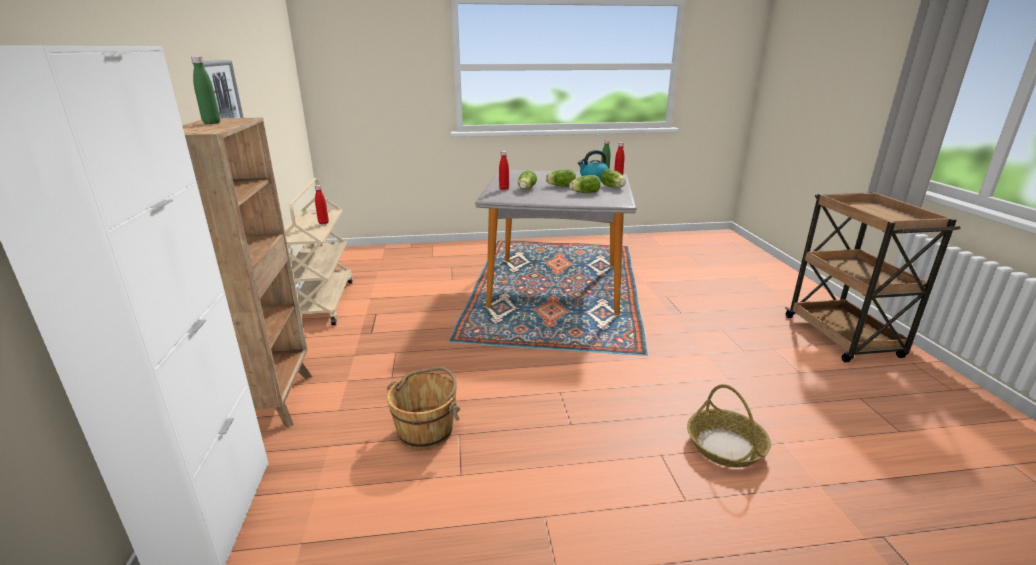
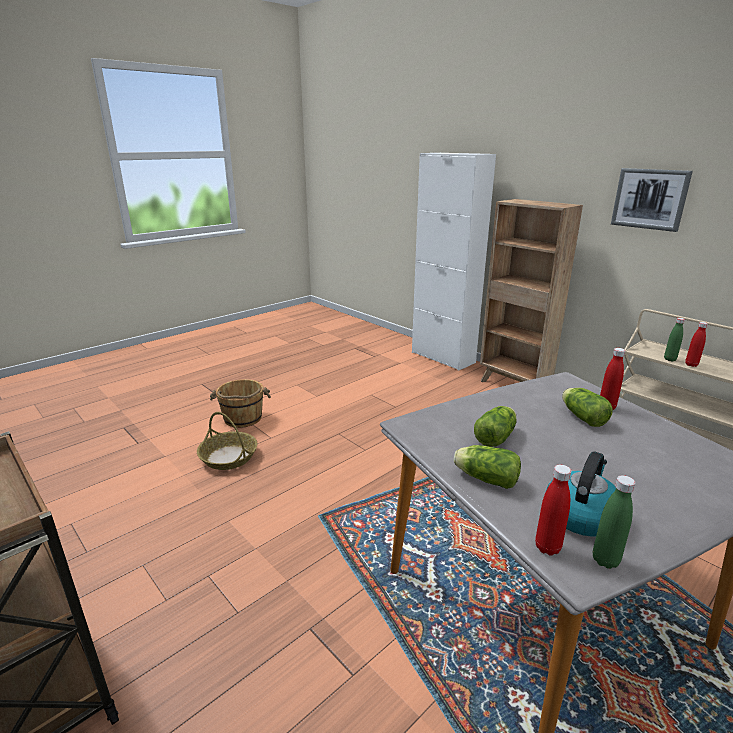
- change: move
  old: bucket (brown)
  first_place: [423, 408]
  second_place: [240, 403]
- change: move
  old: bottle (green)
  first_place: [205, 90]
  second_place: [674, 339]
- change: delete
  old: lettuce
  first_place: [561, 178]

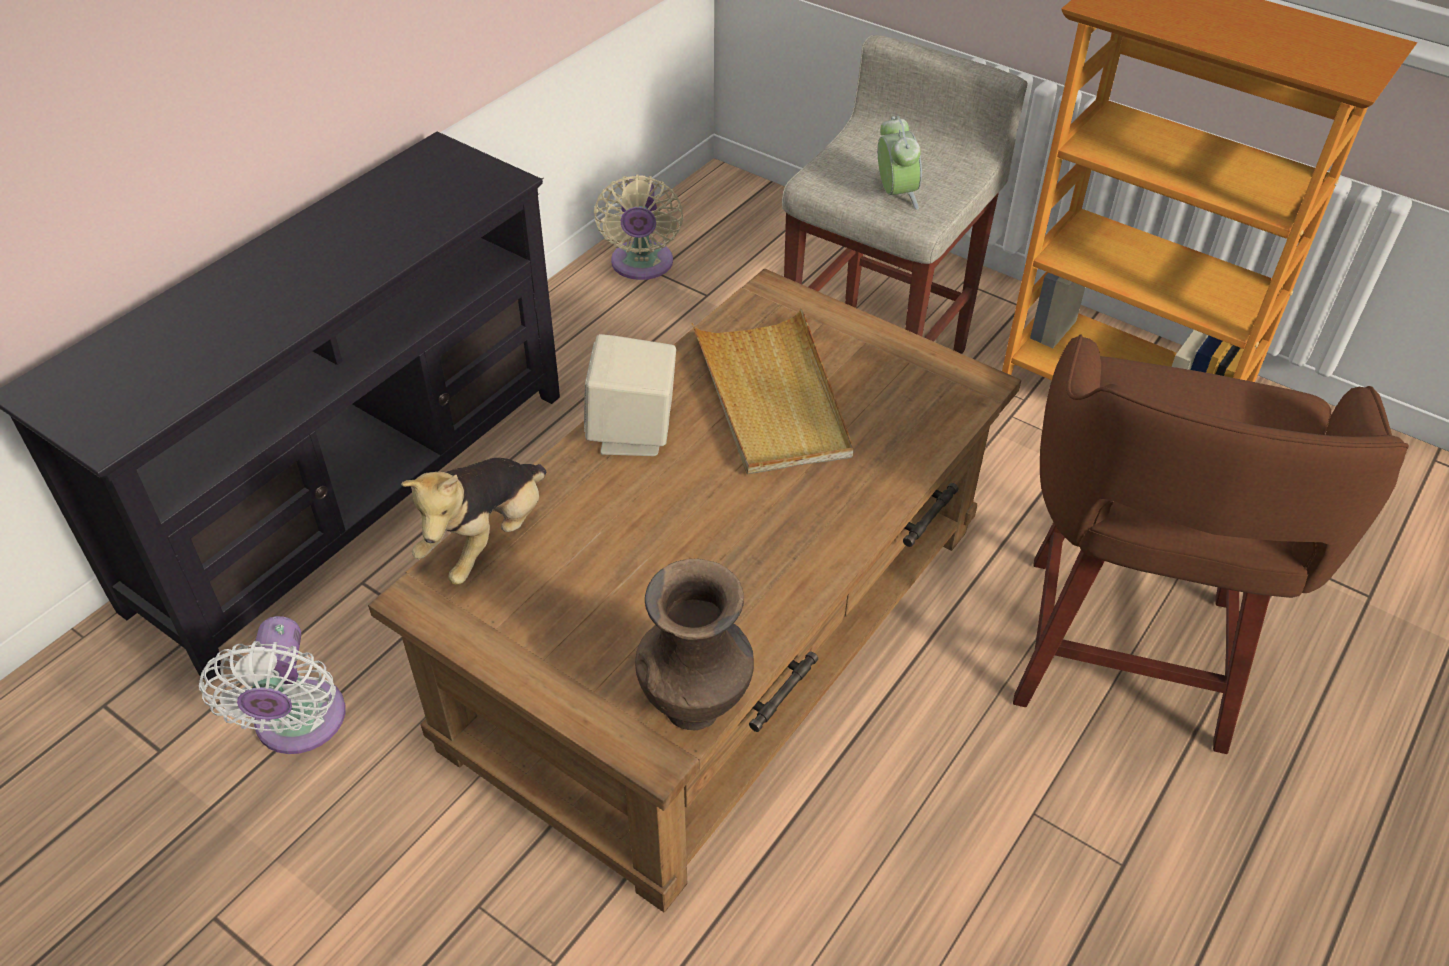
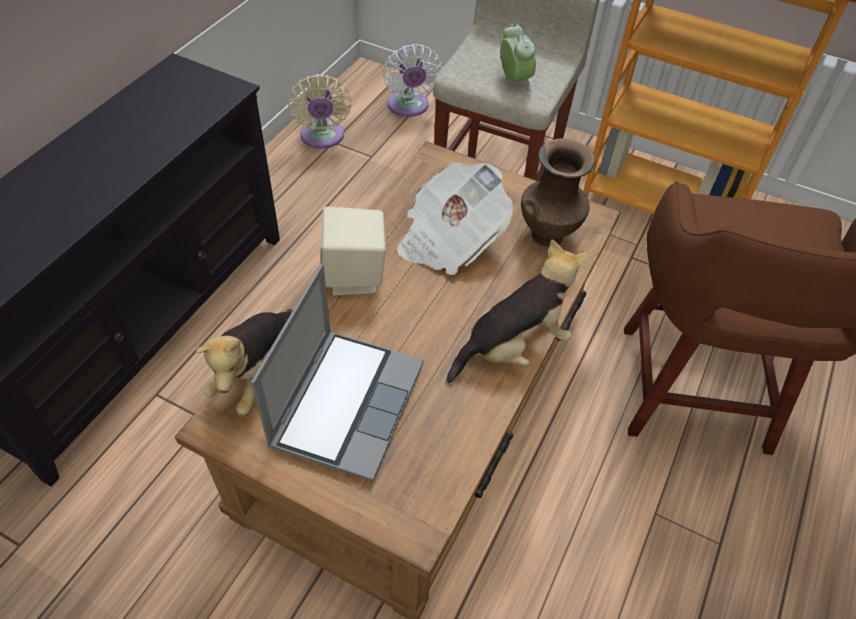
- change: insert
  new: laptop
  second_place: [337, 373]
- change: move
  old: fan (white)
  first_place: [272, 685]
  second_place: [412, 80]
- change: replace
  old: tray (beige)
  new: newspaper
  first_place: [772, 391]
  second_place: [455, 218]
- change: insert
  new: plush toy
  second_place: [517, 311]
- change: move
  old: vase (brown)
  first_place: [694, 644]
  second_place: [558, 192]

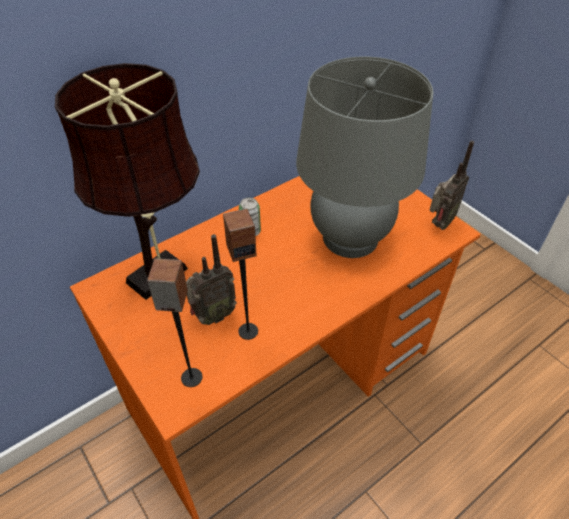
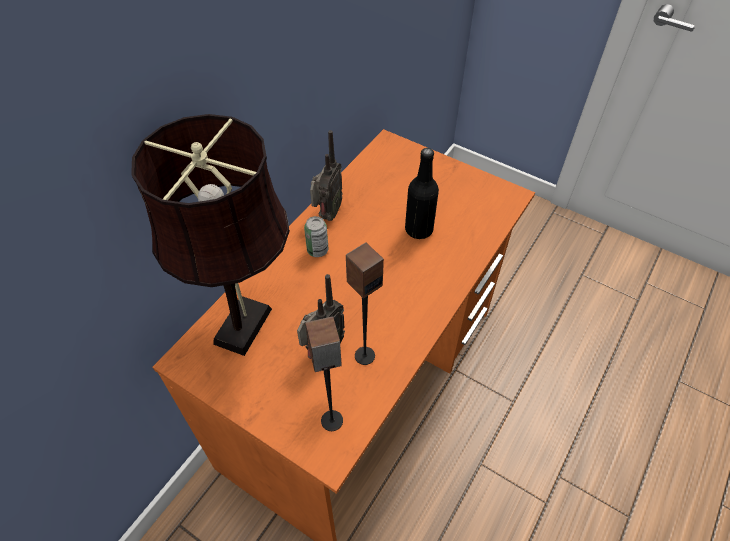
- change: move
  old: radio
  first_place: [451, 185]
  second_place: [326, 175]
- change: replace
  old: table lamp (grey)
  new: bottle (black)
  first_place: [364, 157]
  second_place: [422, 193]

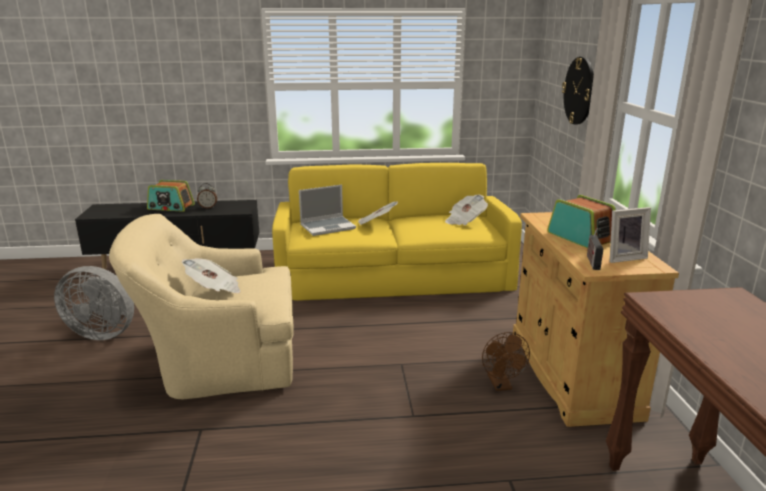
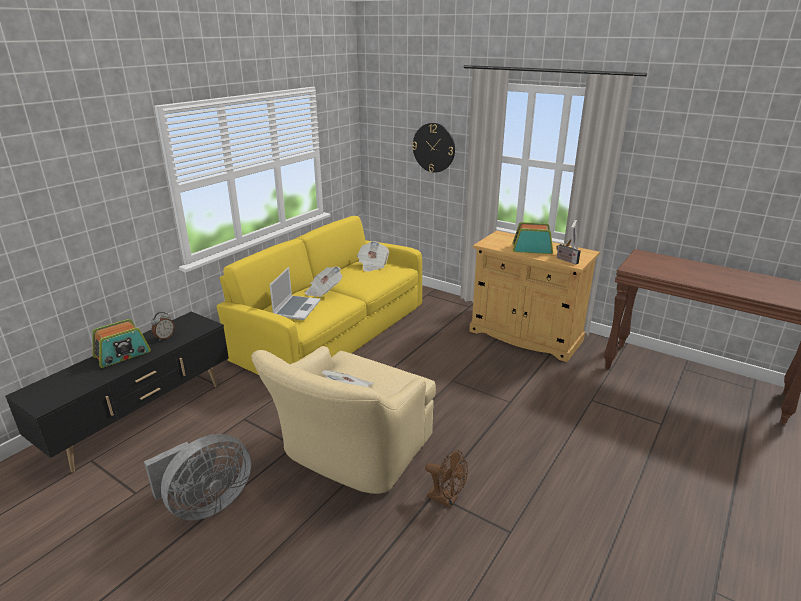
- change: move
  old: fan (brown)
  first_place: [506, 361]
  second_place: [446, 479]

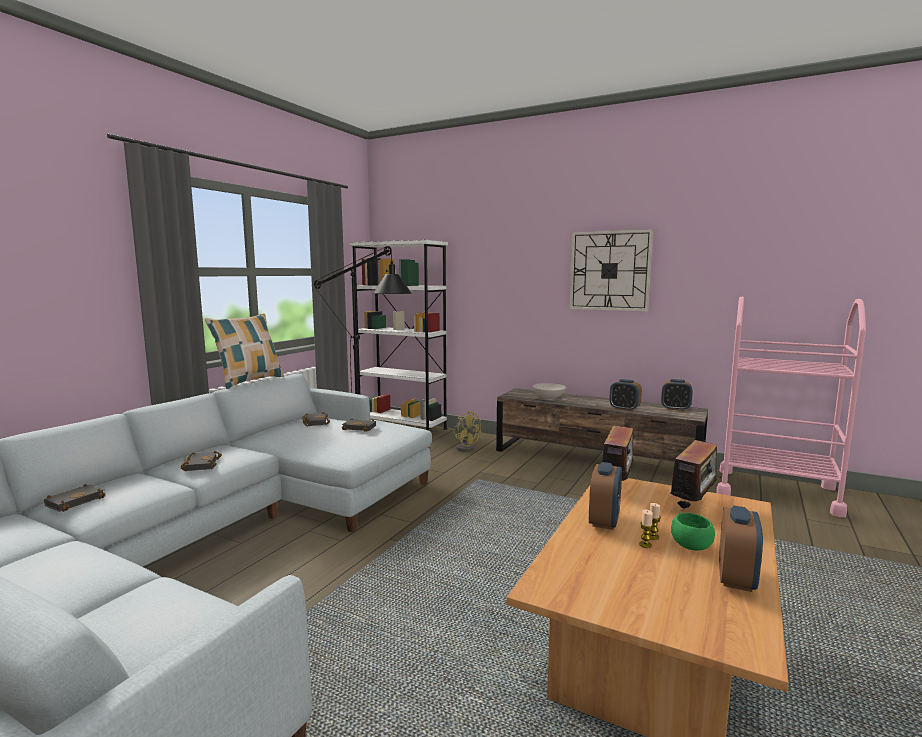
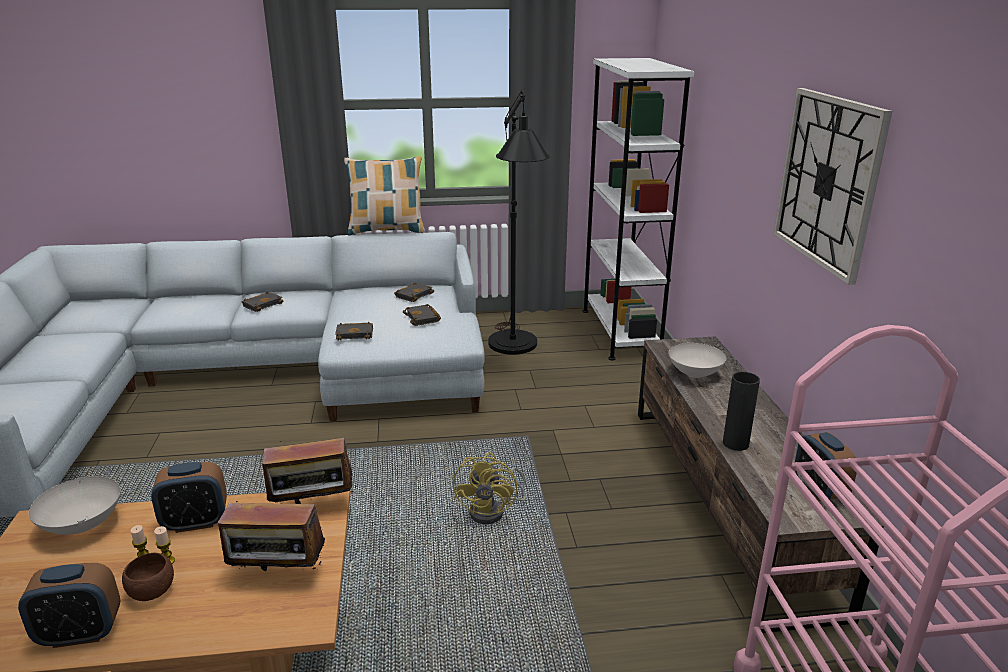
- change: insert
  new: bowl (white)
  second_place: [75, 505]
- change: recolor
  old: bowl (green)
  new: bowl (brown)
  first_place: [693, 532]
  second_place: [148, 577]
- change: move
  old: book (black)
  first_place: [75, 498]
  second_place: [354, 331]
- change: move
  old: fan (yellow)
  first_place: [467, 431]
  second_place: [489, 488]
- change: replace
  old: alarm clock
  new: vase (black)
  first_place: [625, 395]
  second_place: [741, 411]

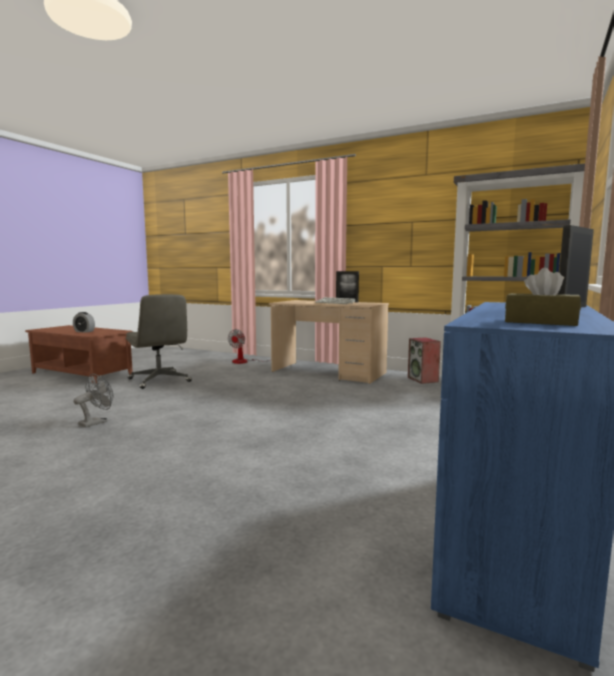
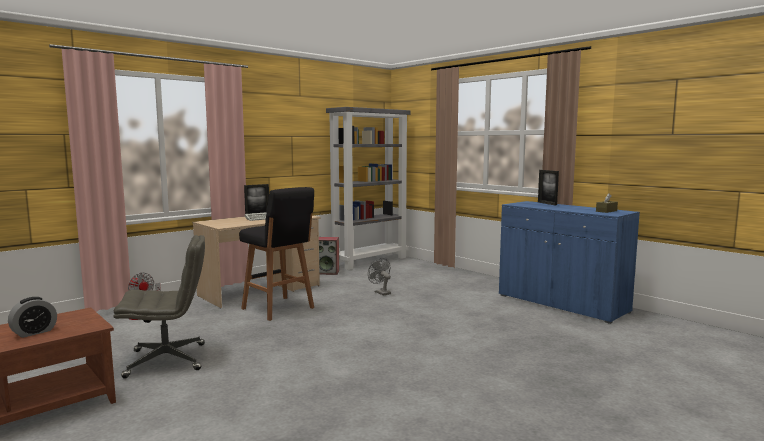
- change: insert
  new: stool (black)
  second_place: [276, 254]
- change: move
  old: fan (grey)
  first_place: [93, 401]
  second_place: [379, 277]

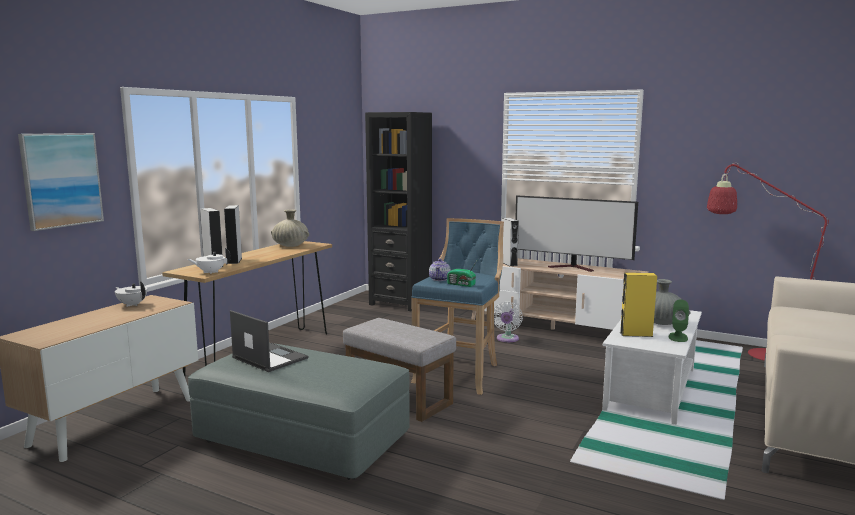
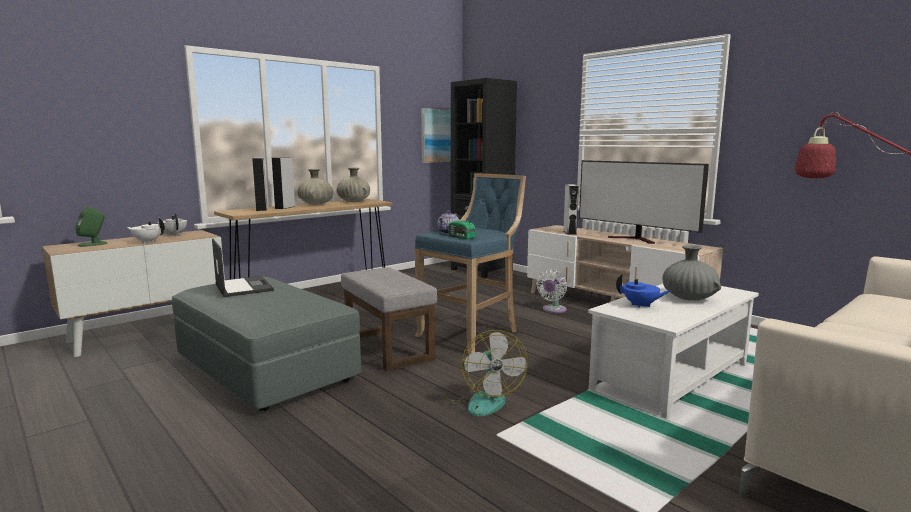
- change: move
  old: speaker (green)
  first_place: [679, 320]
  second_place: [91, 226]
- change: move
  old: teapot (white)
  first_place: [209, 261]
  second_place: [146, 230]
- change: insert
  new: vase (beige)
  second_place: [315, 187]
- change: move
  old: picture
  first_place: [61, 182]
  second_place: [436, 135]
- change: insert
  new: fan
  second_place: [486, 373]
- change: replace
  old: speaker (yellow)
  new: teapot (blue)
  first_place: [638, 305]
  second_place: [643, 291]

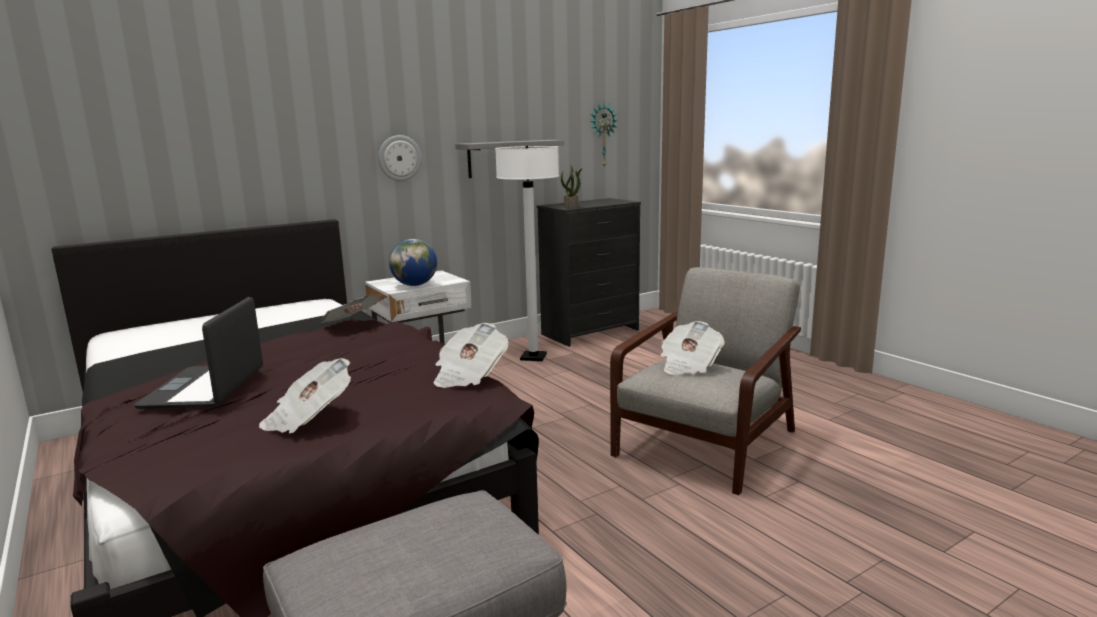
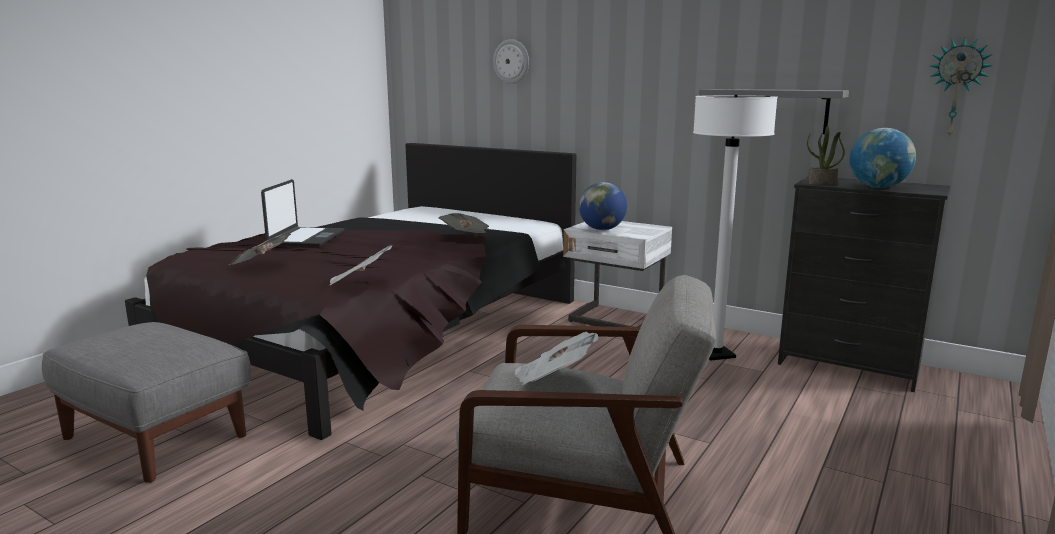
- change: rotate
  old: laptop
  first_place: [198, 353]
  second_place: [302, 213]
  degrees: 120
- change: move
  old: wall clock
  first_place: [400, 158]
  second_place: [511, 61]
- change: insert
  new: globe
  second_place: [882, 158]

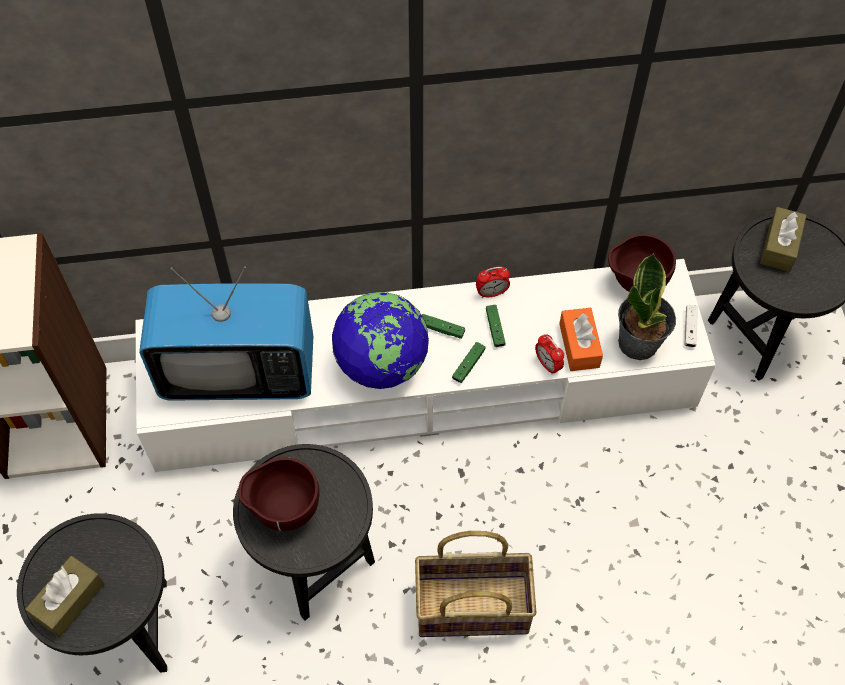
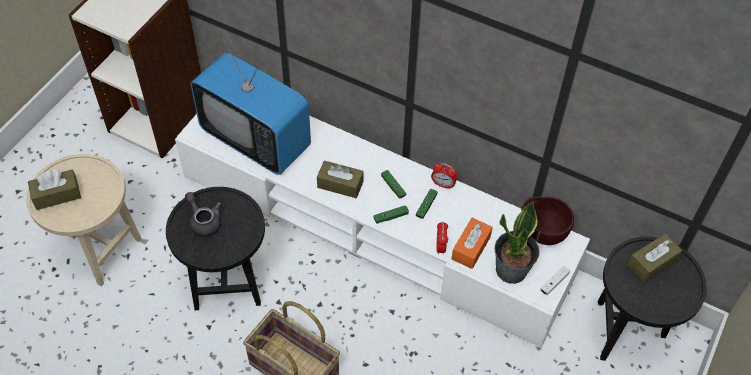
- change: recolor
  old: side table (black)
  new: side table (beige)
  first_place: [92, 593]
  second_place: [84, 220]
- change: replace
  old: bowl (brown)
  new: teapot (grey)
  first_place: [278, 494]
  second_place: [203, 214]
- change: replace
  old: globe
  new: tissue box (brown)
  first_place: [380, 340]
  second_place: [340, 179]

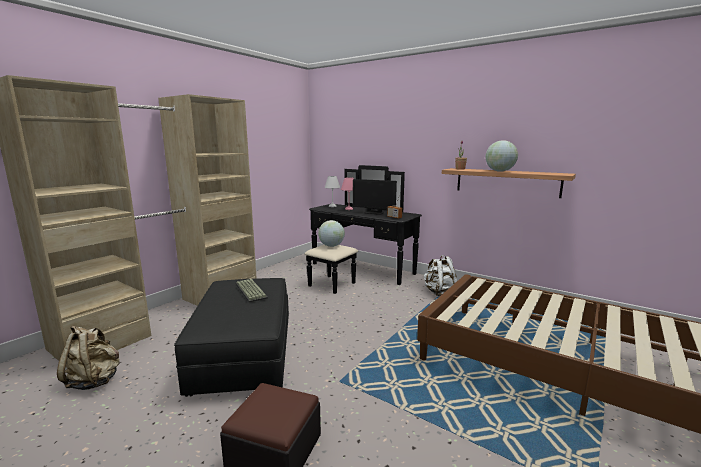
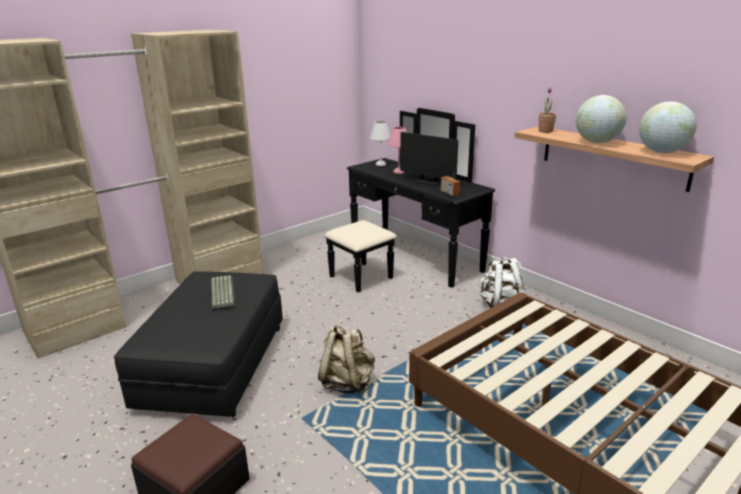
- change: move
  old: backpack (beige)
  first_place: [88, 358]
  second_place: [346, 358]
- change: move
  old: globe
  first_place: [331, 233]
  second_place: [667, 127]

